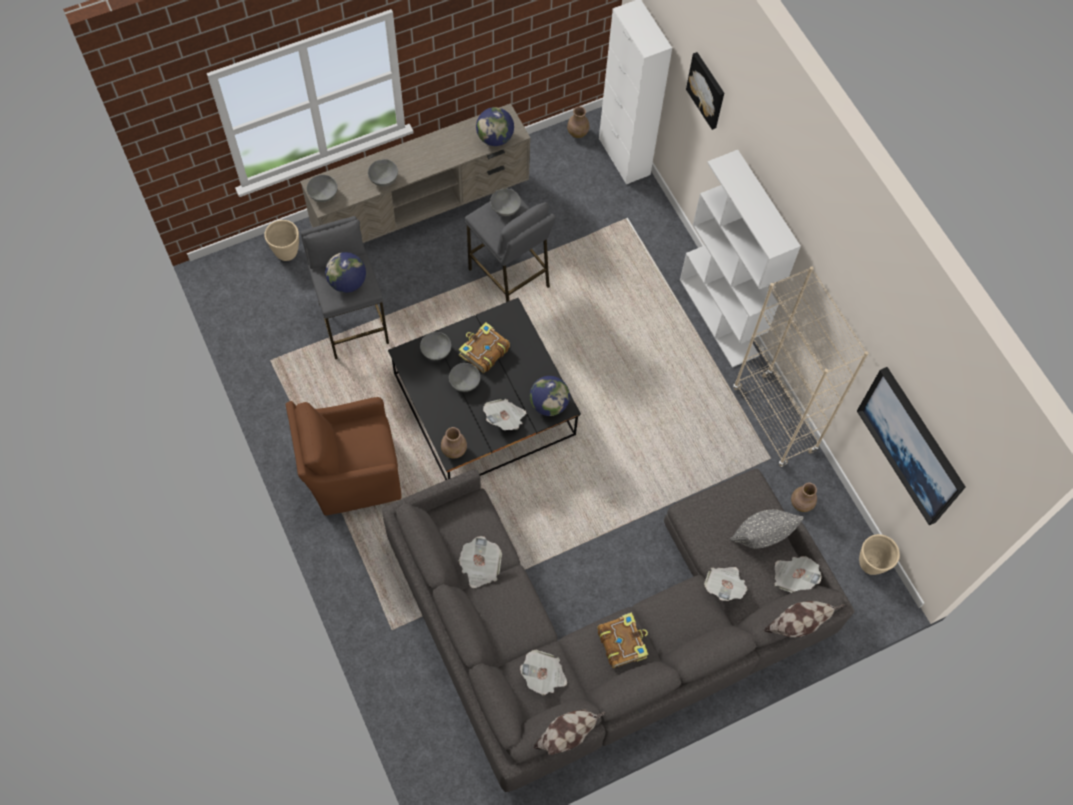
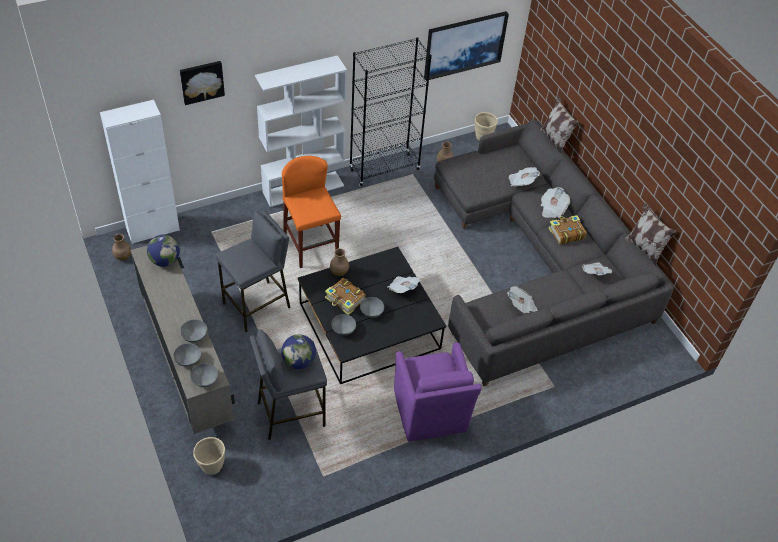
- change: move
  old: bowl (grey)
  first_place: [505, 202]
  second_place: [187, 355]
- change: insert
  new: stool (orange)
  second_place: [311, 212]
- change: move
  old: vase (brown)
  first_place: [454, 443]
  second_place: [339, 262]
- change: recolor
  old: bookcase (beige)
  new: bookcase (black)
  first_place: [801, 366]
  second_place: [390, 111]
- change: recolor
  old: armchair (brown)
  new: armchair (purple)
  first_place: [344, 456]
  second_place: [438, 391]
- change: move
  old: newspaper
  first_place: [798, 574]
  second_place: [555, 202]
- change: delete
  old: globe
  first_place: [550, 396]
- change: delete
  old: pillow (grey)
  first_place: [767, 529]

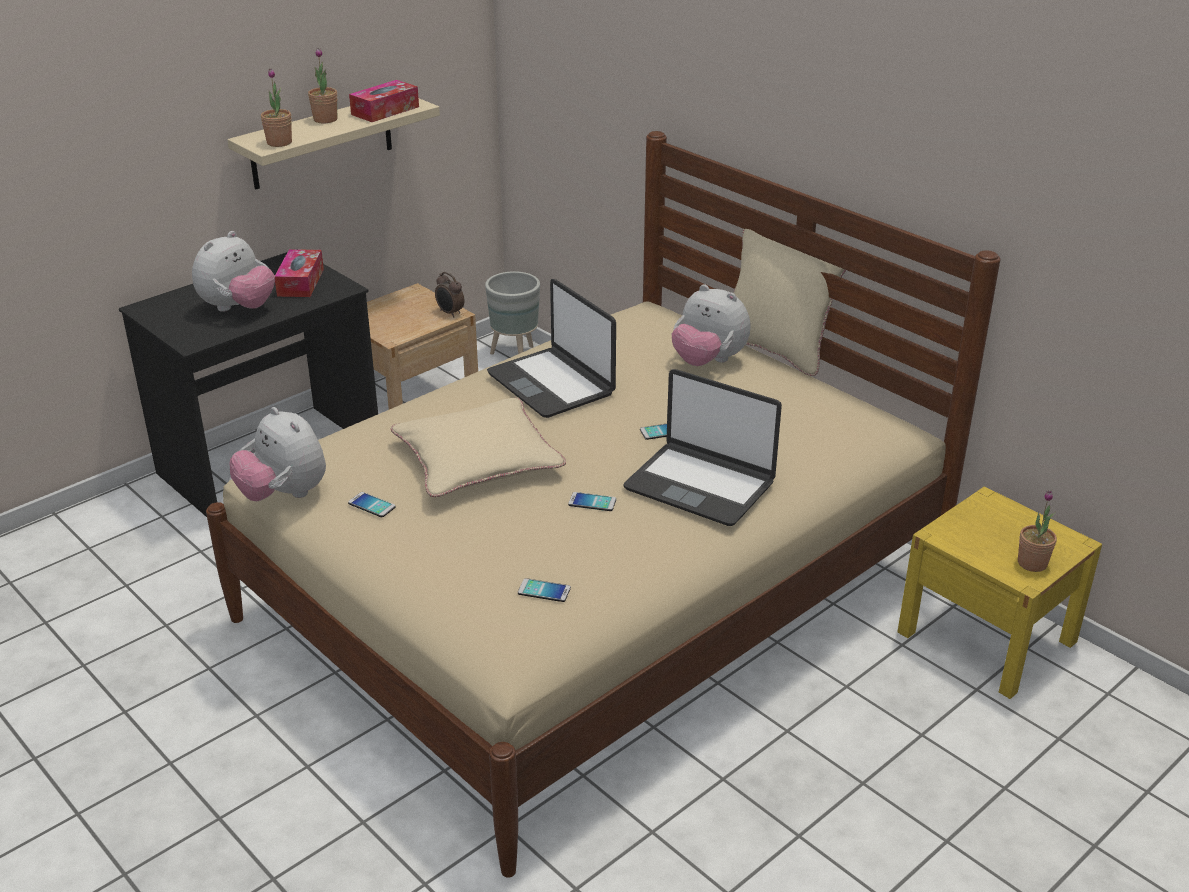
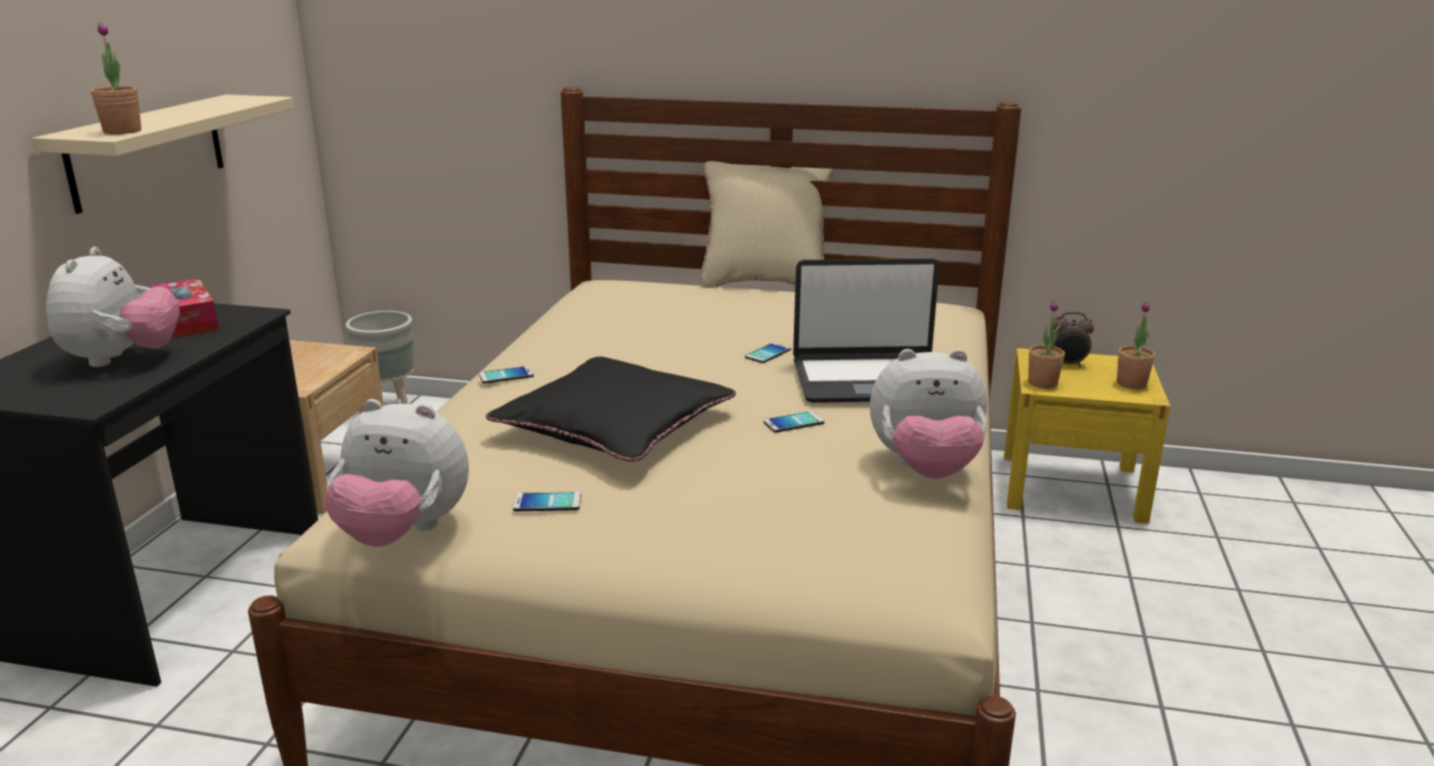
- change: move
  old: phone
  first_place: [544, 590]
  second_place: [506, 374]
- change: recolor
  old: pillow (beige)
  new: pillow (black)
  first_place: [478, 447]
  second_place: [611, 409]
- change: move
  old: plush toy
  first_place: [711, 325]
  second_place: [928, 414]
- change: move
  old: potted plant
  first_place: [322, 85]
  second_place: [1046, 344]
- change: move
  old: alarm clock
  first_place: [449, 295]
  second_place: [1071, 339]
- change: delete
  old: tissue box
  first_place: [384, 101]
- change: delete
  old: laptop
  first_place: [551, 348]

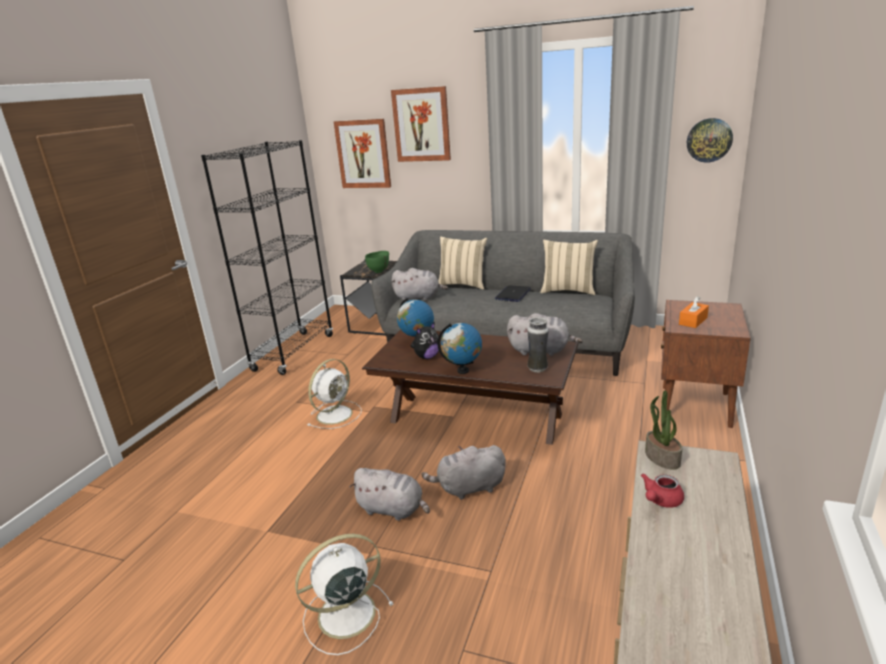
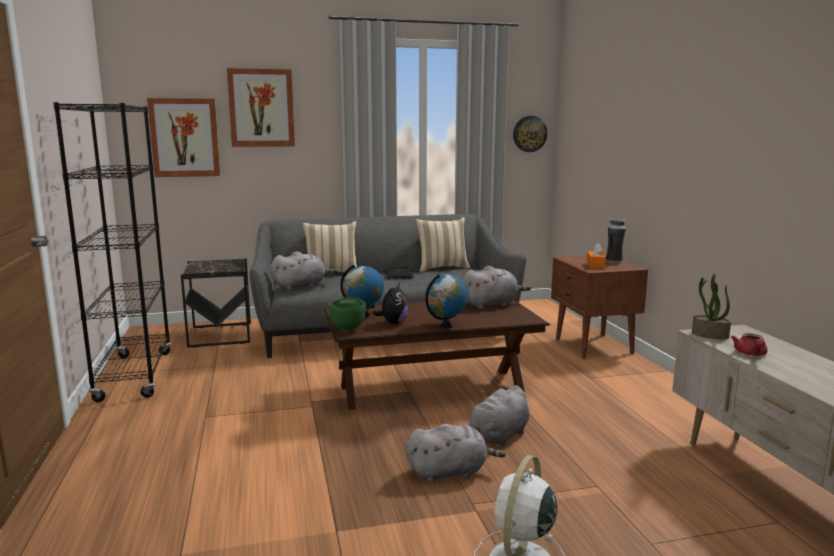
- change: move
  old: bowl (green)
  first_place: [377, 262]
  second_place: [347, 314]
- change: move
  old: vase
  first_place: [538, 344]
  second_place: [616, 241]
- change: delete
  old: fan (white)
  first_place: [334, 394]

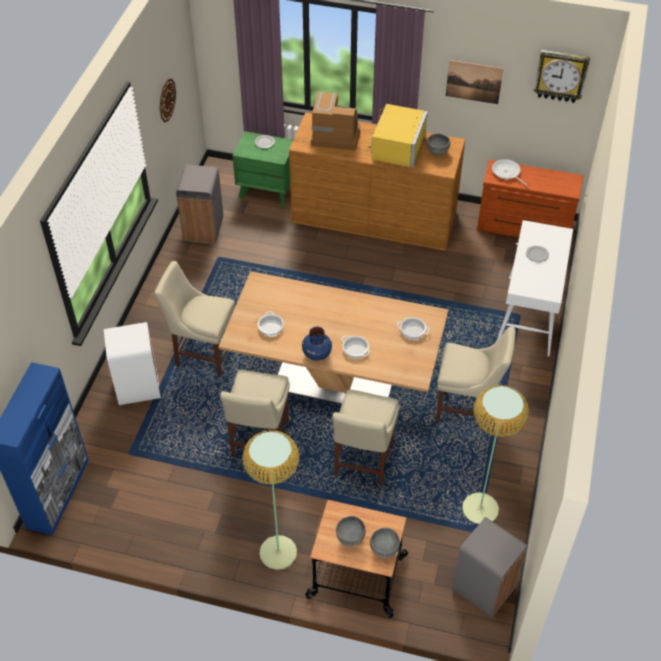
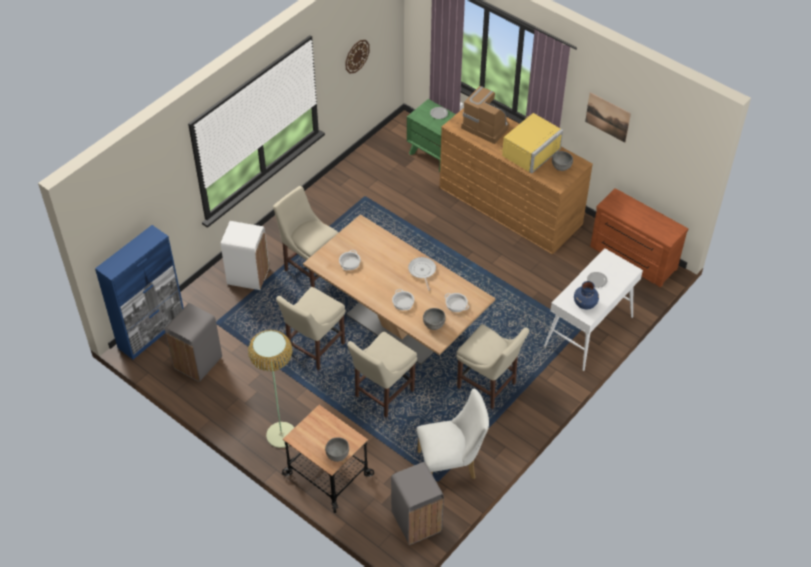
- change: move
  old: trash can (grey)
  first_place: [199, 204]
  second_place: [193, 342]
- change: move
  old: frying pan
  first_place: [510, 172]
  second_place: [422, 274]
- change: replace
  old: floor lamp
  new: chair (white)
  first_place: [495, 454]
  second_place: [453, 434]
- change: move
  old: bowl (grey)
  first_place: [351, 531]
  second_place: [434, 319]
- change: move
  old: vase (blue)
  first_place: [317, 344]
  second_place: [586, 295]
- change: delete
  old: wall clock
  first_place: [562, 76]

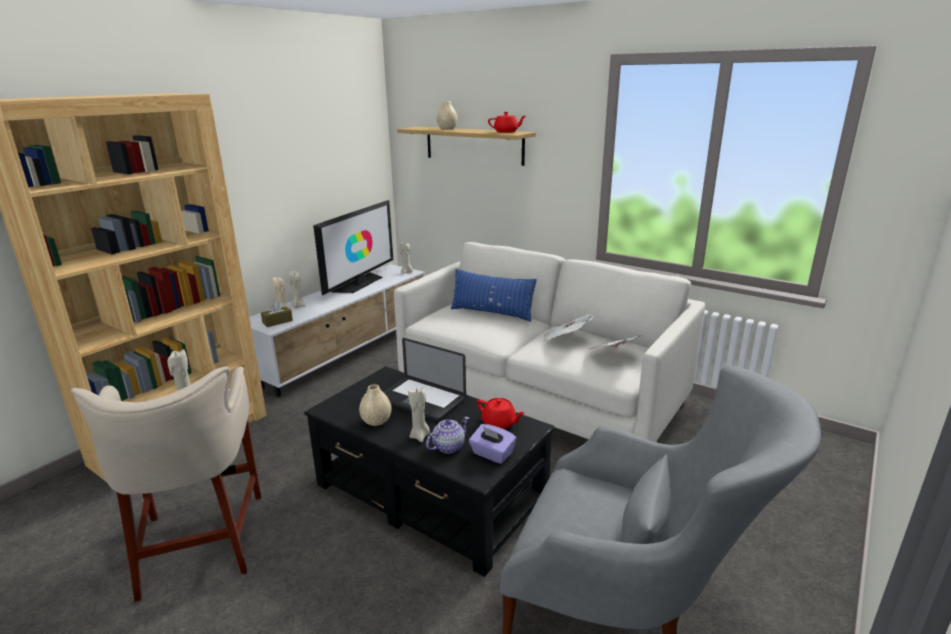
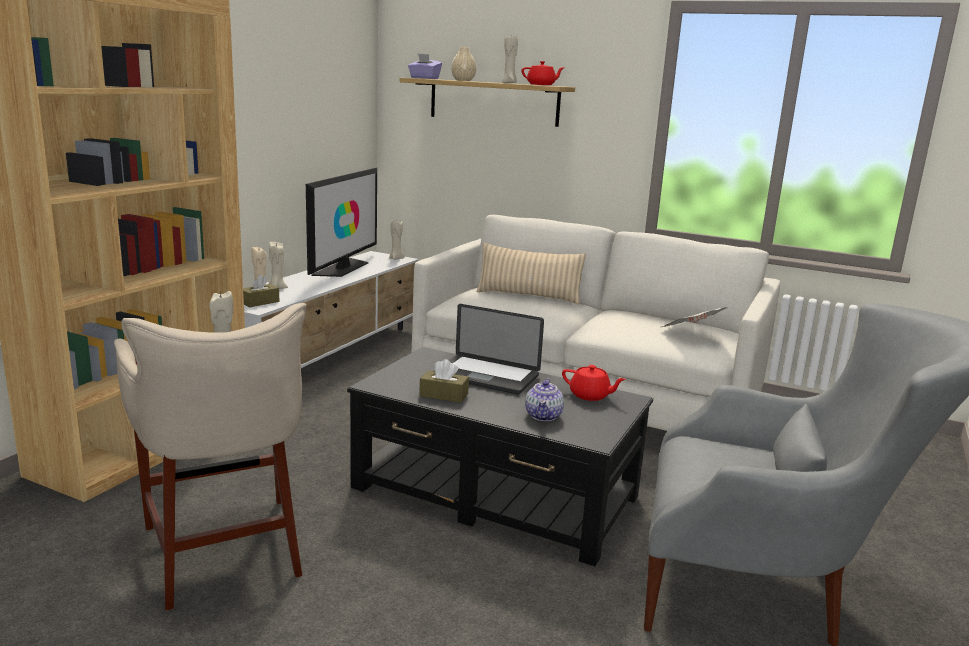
- change: move
  old: tissue box (purple)
  first_place: [492, 444]
  second_place: [425, 66]
- change: replace
  old: vase (beige)
  new: tissue box (brown)
  first_place: [375, 405]
  second_place: [444, 381]
- change: recolor
  old: pillow (blue)
  new: pillow (beige)
  first_place: [494, 295]
  second_place: [531, 274]
- change: move
  old: candle (beige)
  first_place: [419, 414]
  second_place: [510, 59]
- change: rotate
  old: teapot
  first_place: [447, 435]
  second_place: [544, 400]
  degrees: 150
- change: delete
  old: newspaper
  first_place: [568, 327]

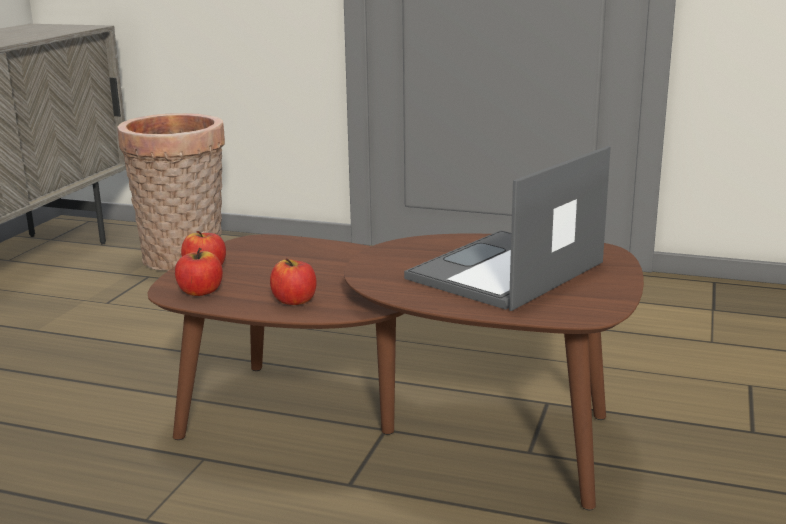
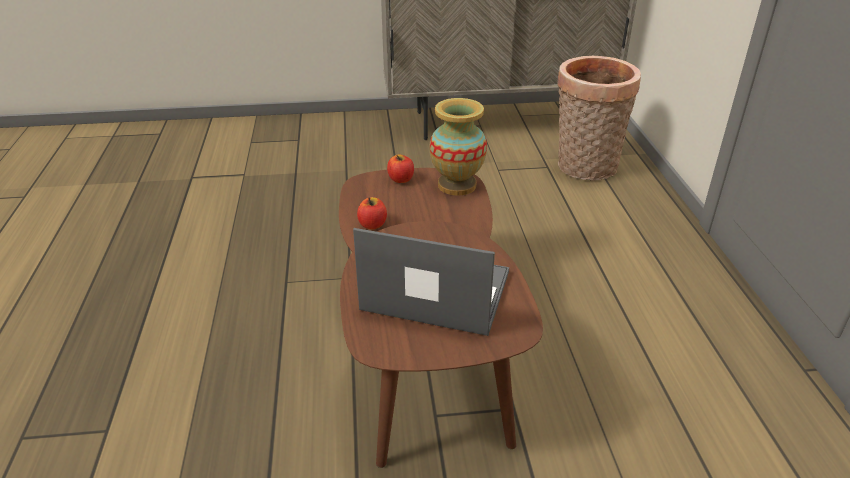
- change: insert
  new: vase
  second_place: [458, 147]
- change: delete
  old: apple
  first_place: [199, 272]

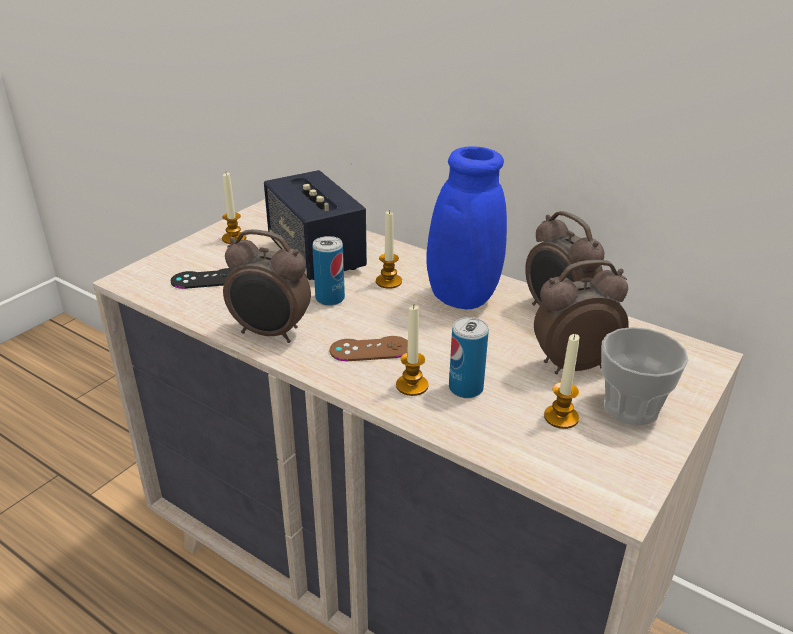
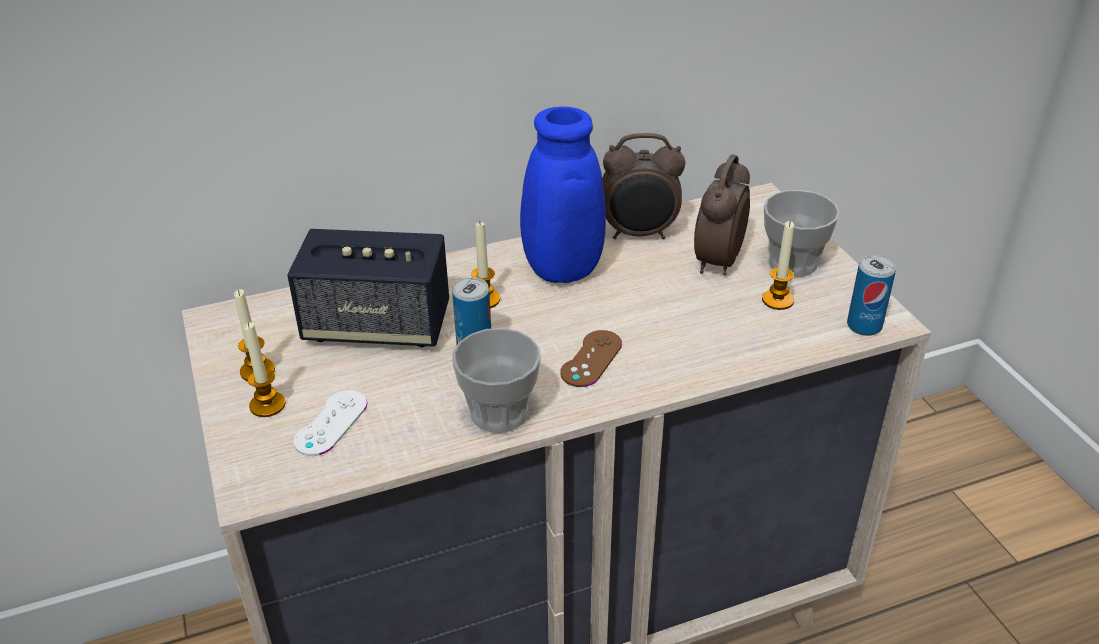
- change: move
  old: candle
  first_place: [412, 350]
  second_place: [265, 369]
- change: recolor
  old: game controller (black)
  new: game controller (white)
  first_place: [202, 278]
  second_place: [330, 423]
- change: replace
  old: alarm clock
  new: cup
  first_place: [267, 286]
  second_place: [496, 380]
- change: move
  old: can
  first_place: [469, 357]
  second_place: [871, 295]

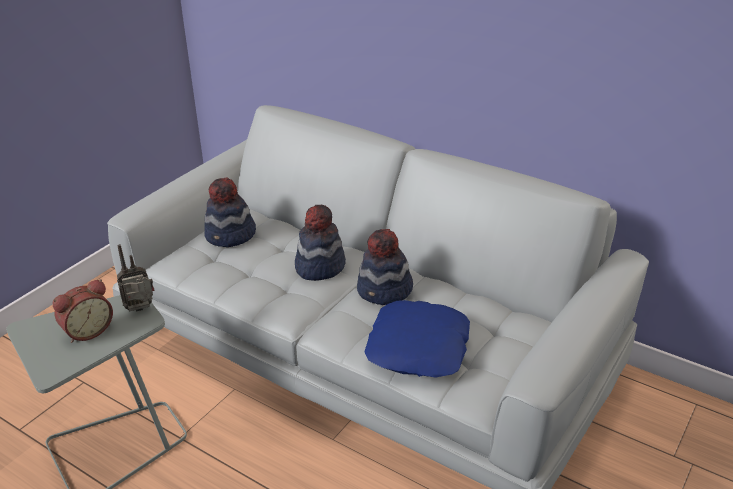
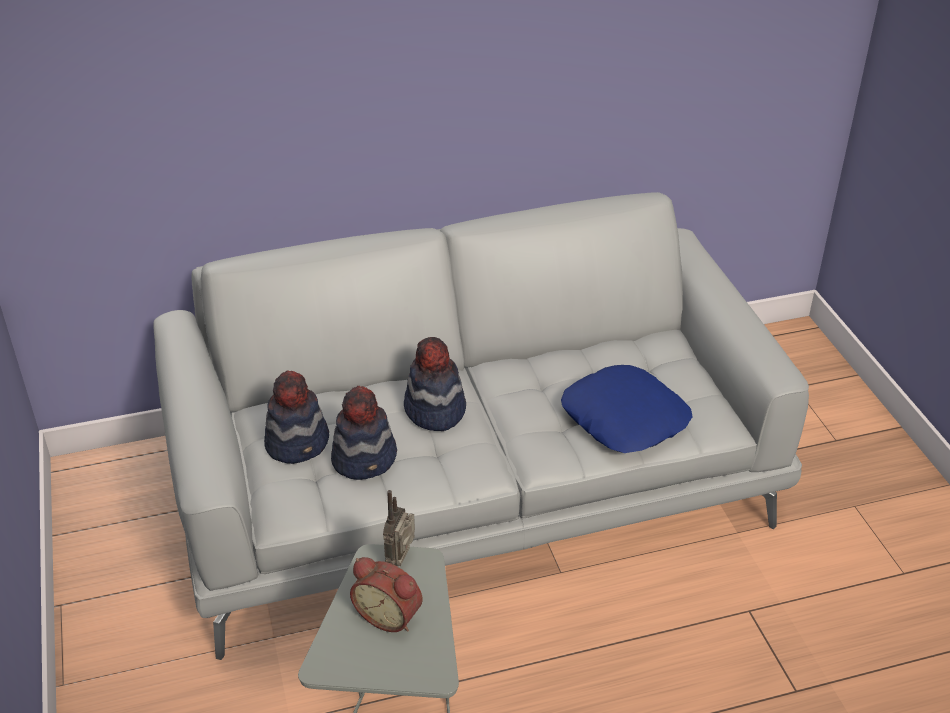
- change: move
  old: hat
  first_place: [385, 267]
  second_place: [364, 433]
- change: rotate
  old: alarm clock
  first_place: [83, 311]
  second_place: [386, 594]
  degrees: 120

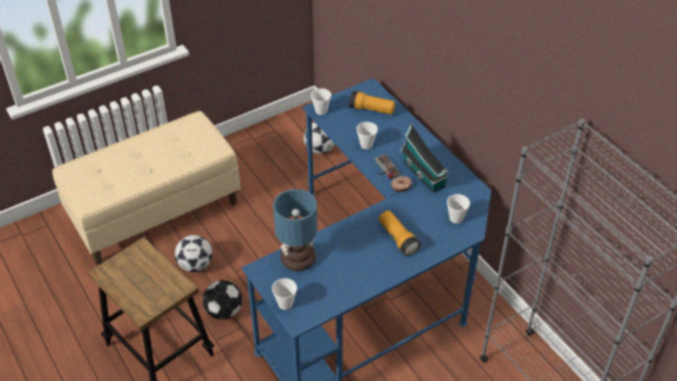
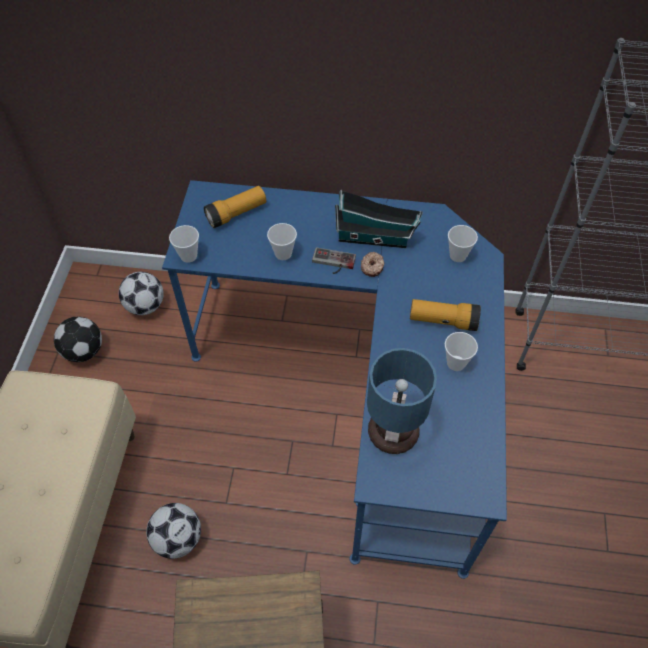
- change: move
  old: football
  first_place: [222, 300]
  second_place: [78, 339]
- change: move
  old: cup
  first_place: [284, 294]
  second_place: [461, 351]

